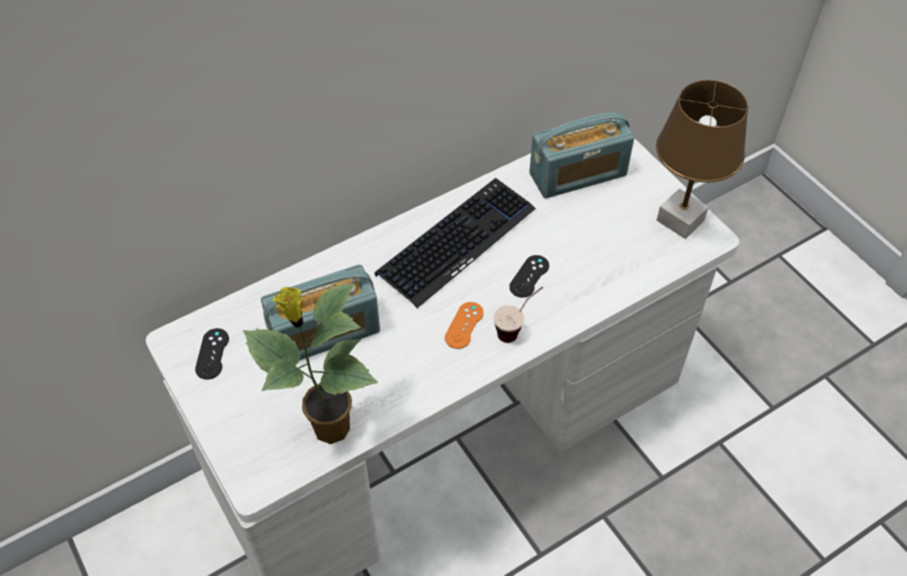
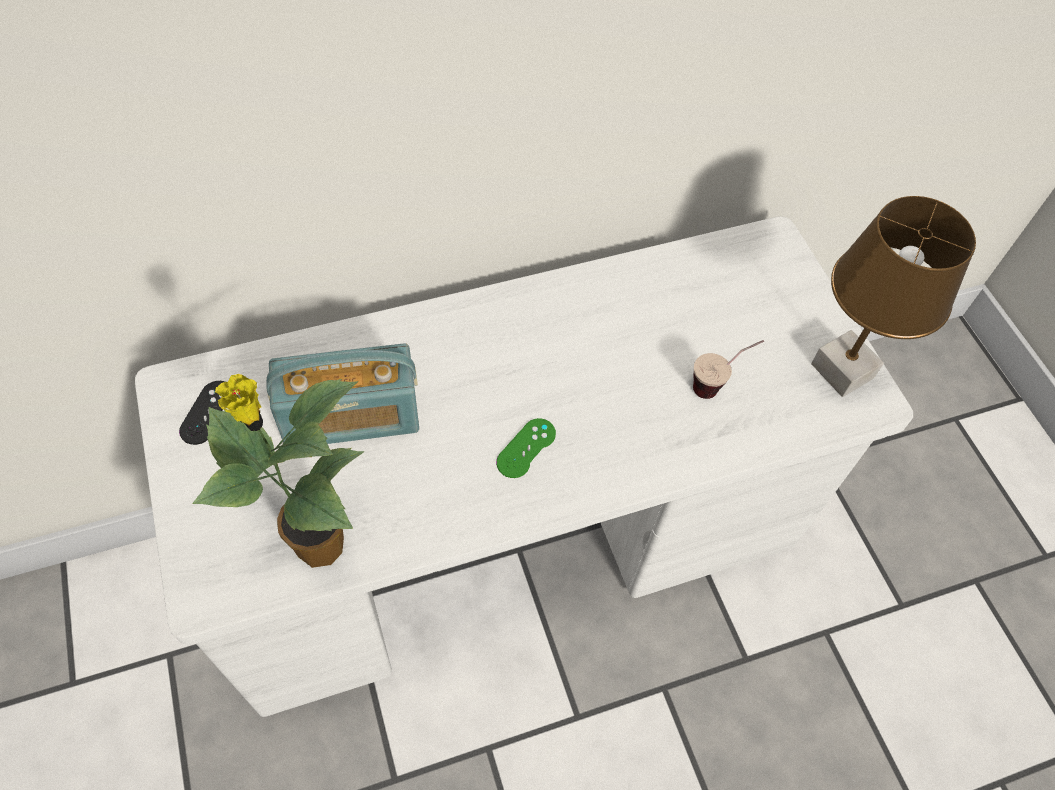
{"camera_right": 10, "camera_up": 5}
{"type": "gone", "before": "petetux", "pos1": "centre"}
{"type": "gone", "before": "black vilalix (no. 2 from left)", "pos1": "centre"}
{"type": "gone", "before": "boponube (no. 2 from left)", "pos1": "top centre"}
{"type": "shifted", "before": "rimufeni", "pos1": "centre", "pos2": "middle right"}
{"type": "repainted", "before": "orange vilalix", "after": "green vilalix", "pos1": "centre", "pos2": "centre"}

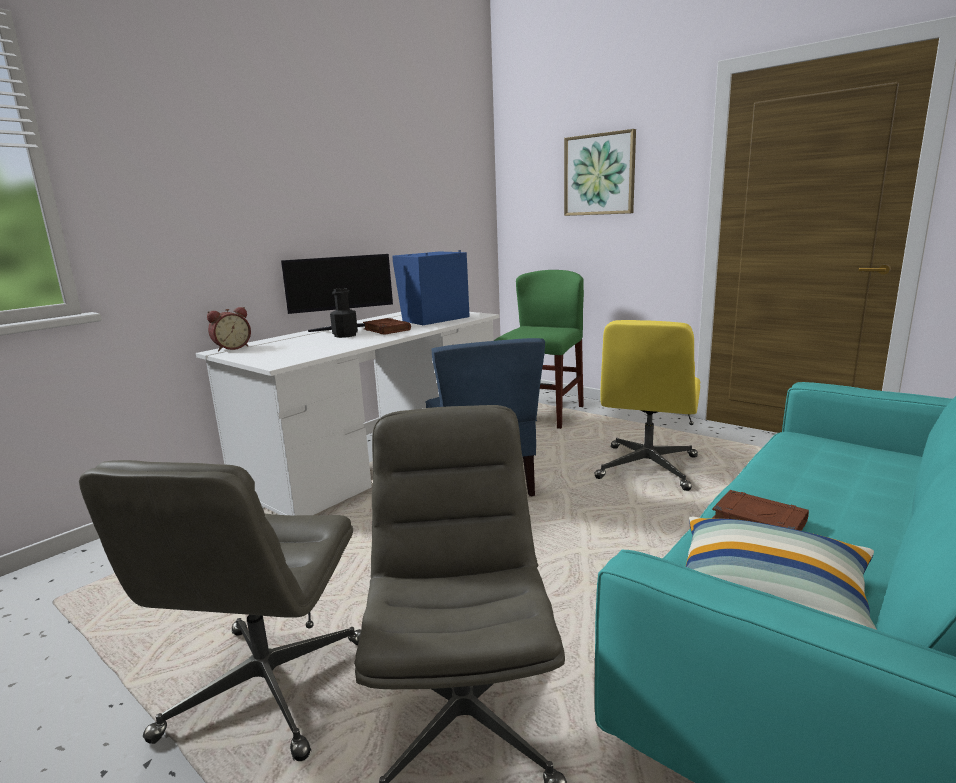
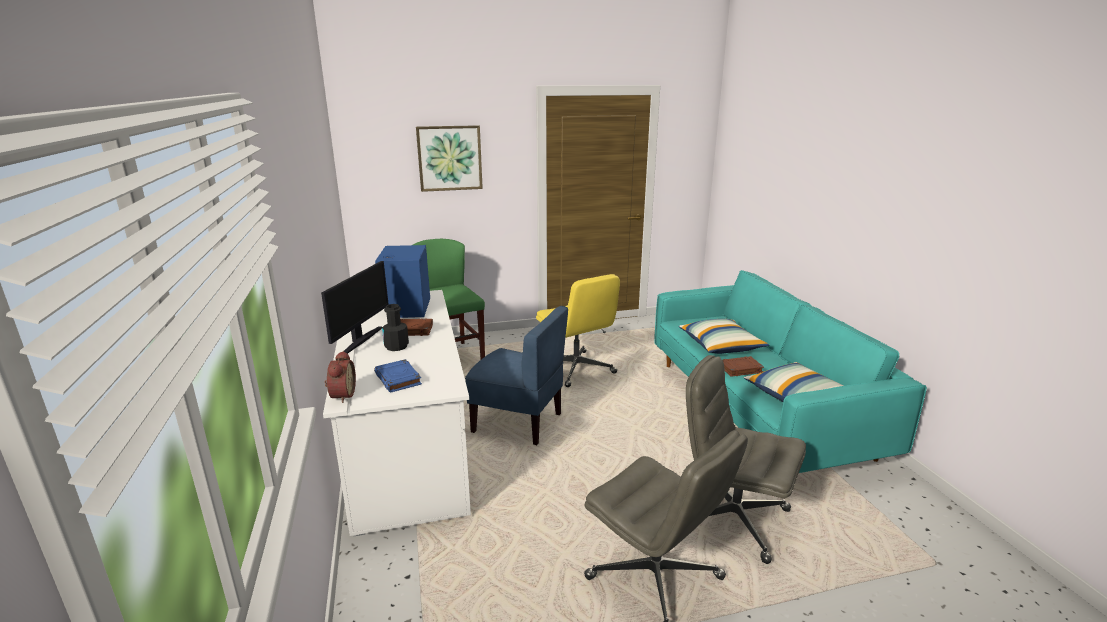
{"camera_right": -55, "camera_up": 5}
{"type": "new", "after": "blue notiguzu", "pos2": "centre"}
{"type": "new", "after": "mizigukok (no. 1 from left)", "pos2": "centre"}

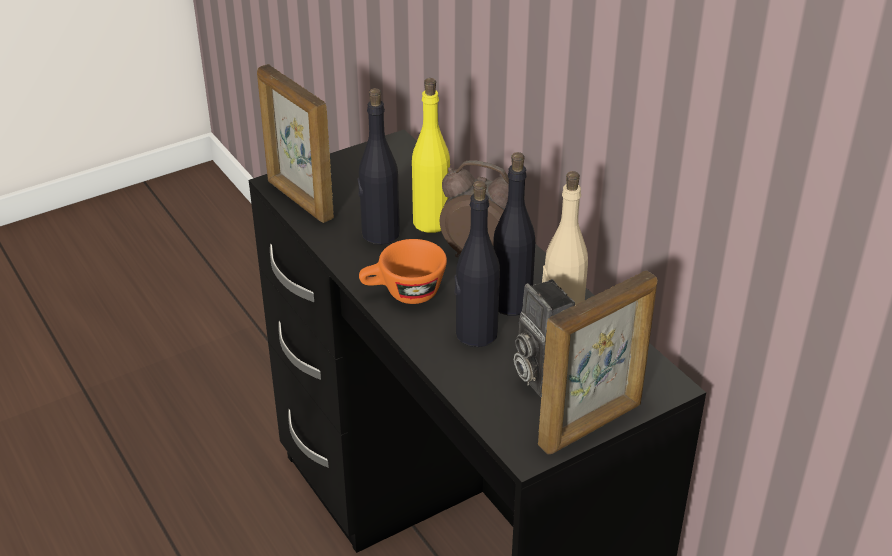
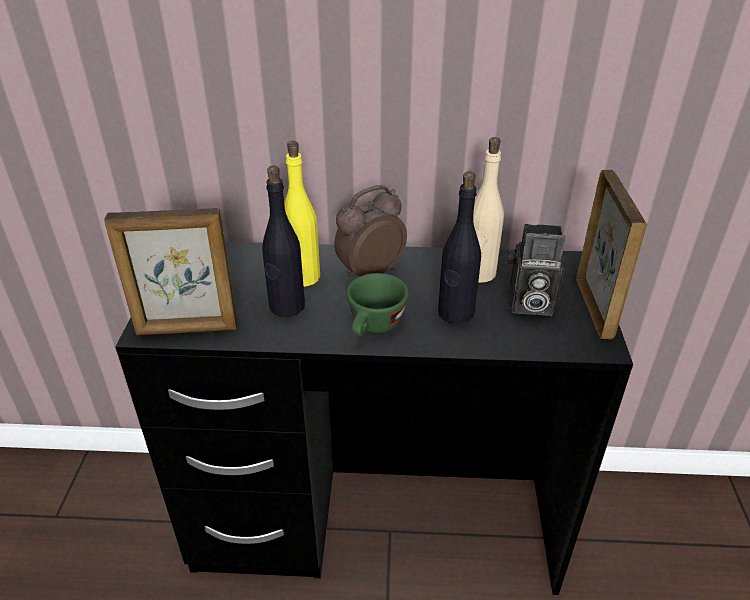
{"camera_right": -55, "camera_up": 0}
{"type": "gone", "before": "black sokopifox (no. 3 from left)", "pos1": "centre"}
{"type": "repainted", "before": "orange rimufeni", "after": "green rimufeni", "pos1": "centre", "pos2": "centre"}

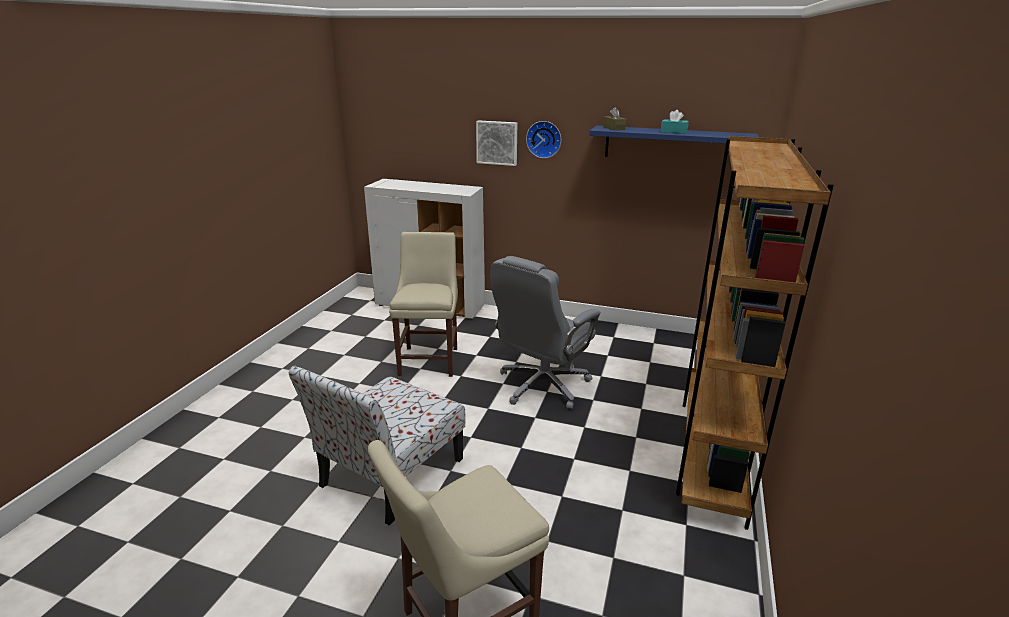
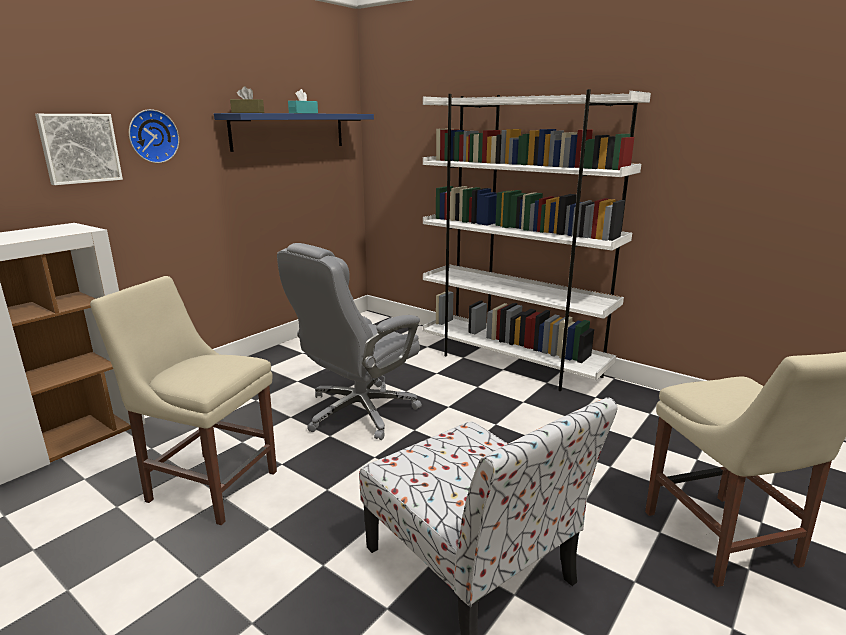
{"camera_right": -70, "camera_up": -5}
{"type": "repainted", "before": "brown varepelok", "after": "white varepelok", "pos1": "middle right", "pos2": "centre"}
{"type": "rotated", "before": "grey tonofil", "pos1": "centre", "pos2": "centre", "turn": 75}

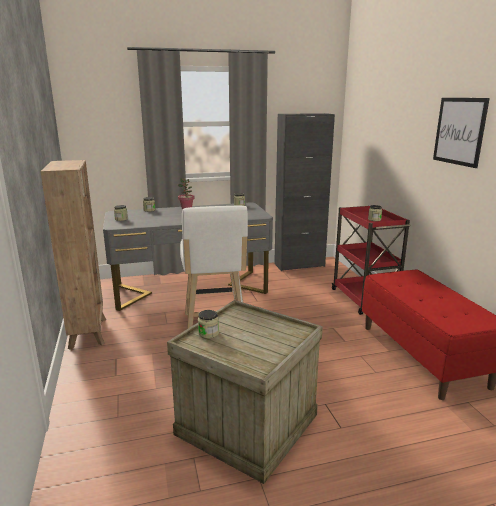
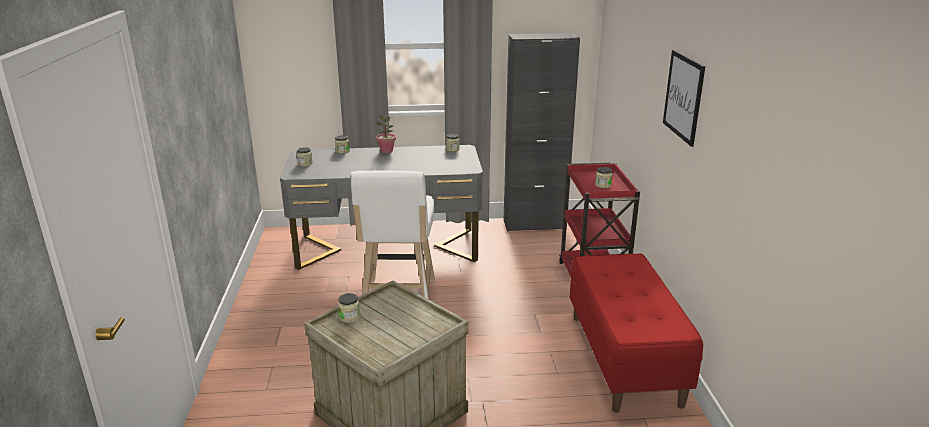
{"camera_right": 10, "camera_up": 5}
{"type": "gone", "before": "brown varepelok", "pos1": "middle left"}

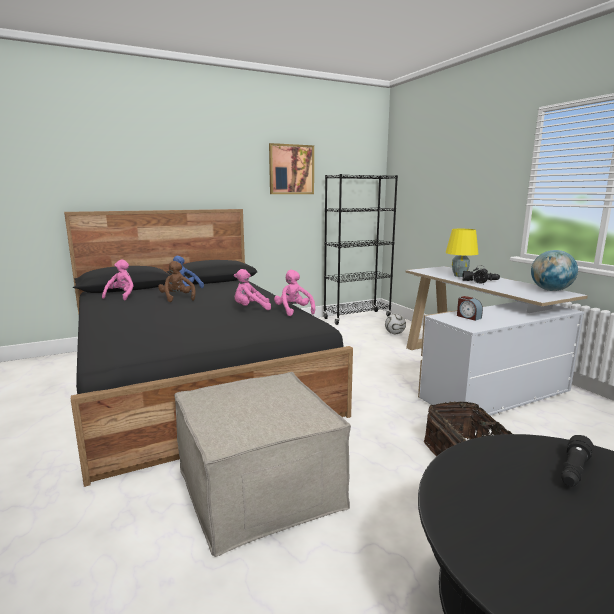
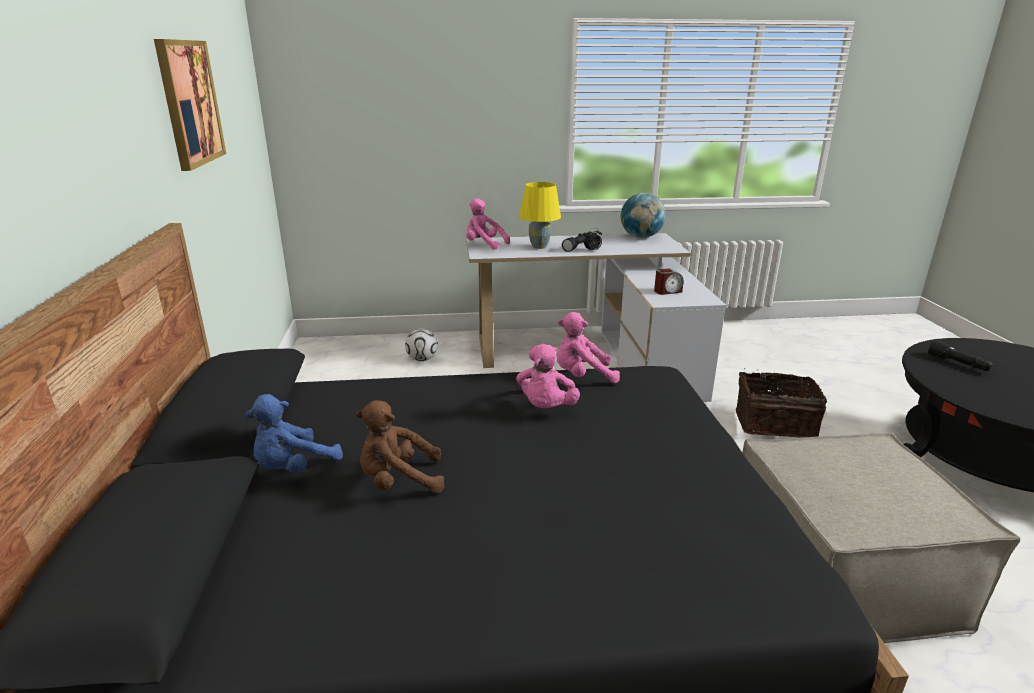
{"camera_right": -70, "camera_up": 10}
{"type": "gone", "before": "black varepelok", "pos1": "centre"}
{"type": "shifted", "before": "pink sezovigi (no. 1 from left)", "pos1": "middle left", "pos2": "top centre"}

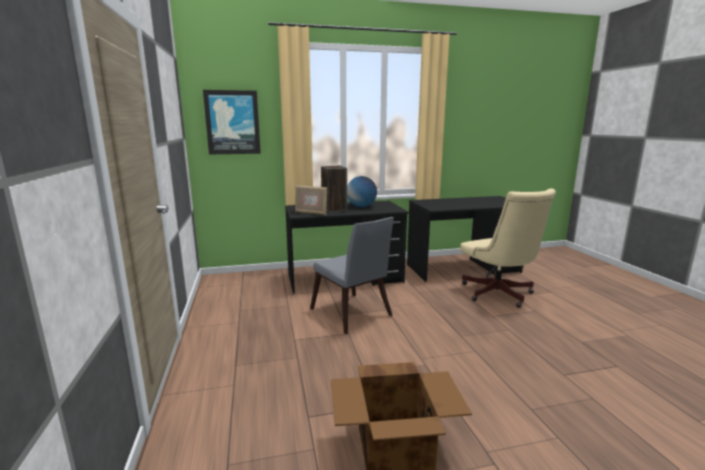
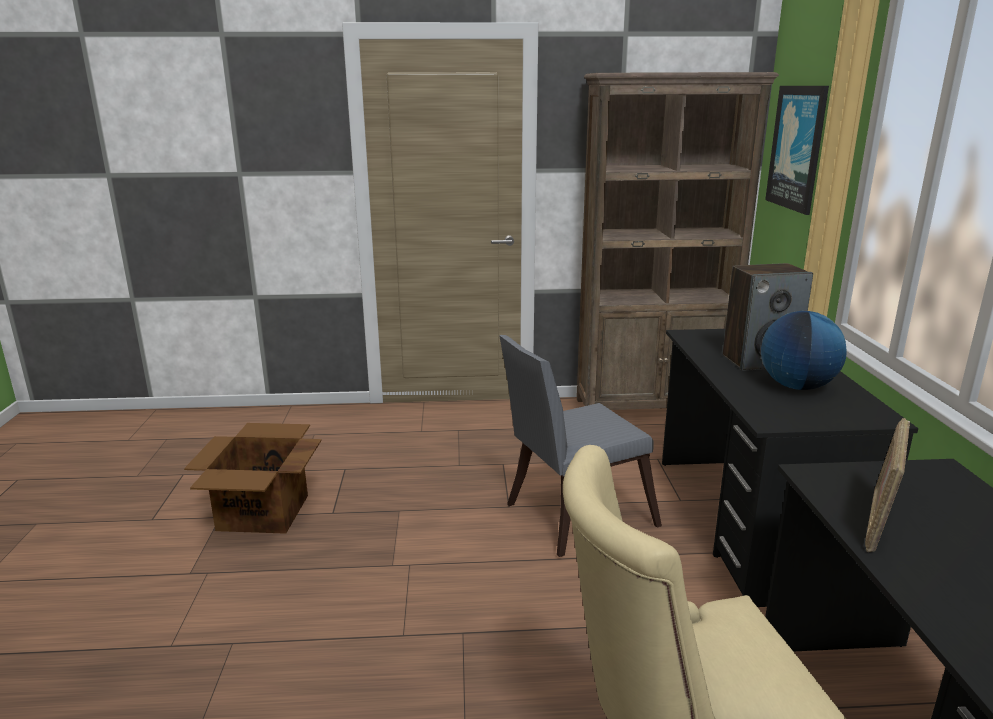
{"camera_right": 100, "camera_up": 5}
{"type": "new", "after": "brown varepelok", "pos2": "middle right"}
{"type": "shifted", "before": "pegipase", "pos1": "centre", "pos2": "bottom right"}

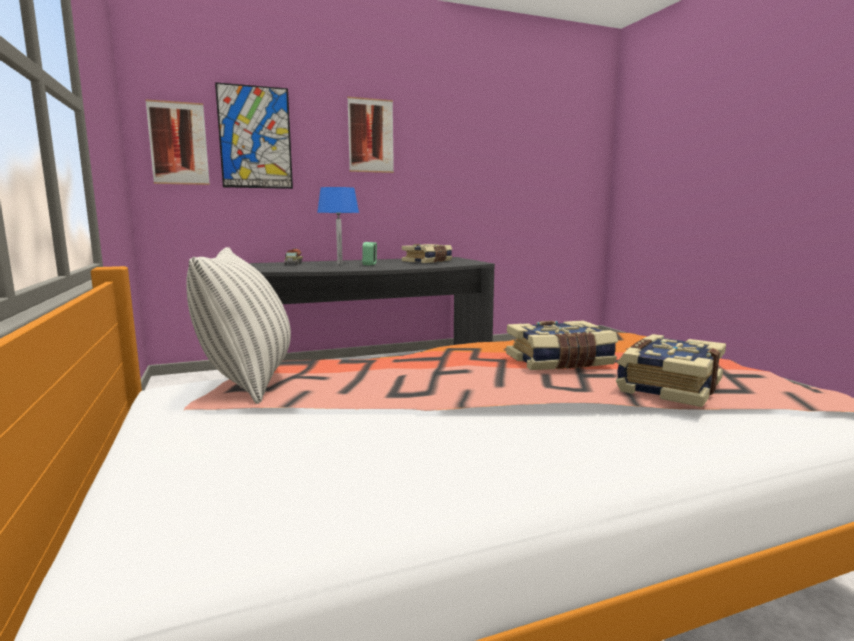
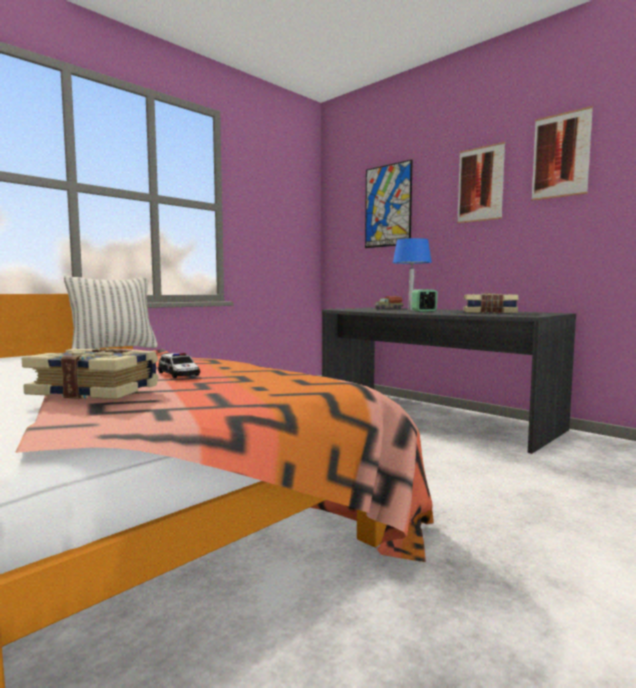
{"camera_right": 65, "camera_up": -5}
{"type": "shifted", "before": "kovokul (no. 1 from left in the first image)", "after": "kovokul (no. 3 from left)", "pos1": "top left", "pos2": "top right"}
{"type": "swapped", "before": "notiguzu (no. 2 from left)", "after": "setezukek", "pos1": "centre", "pos2": "middle left"}

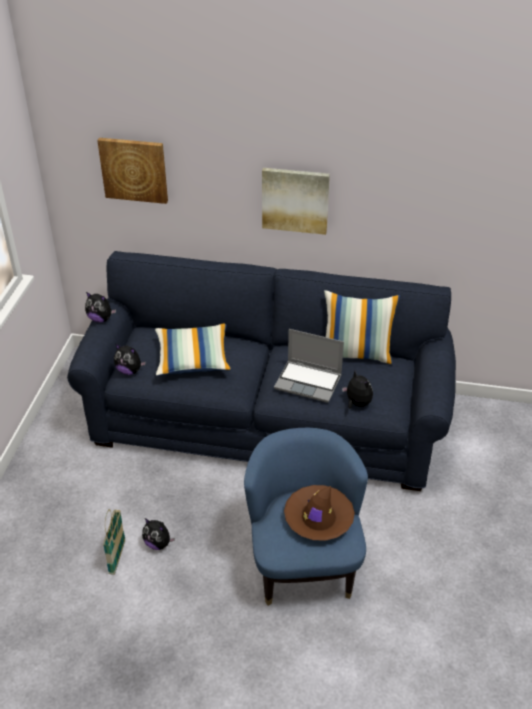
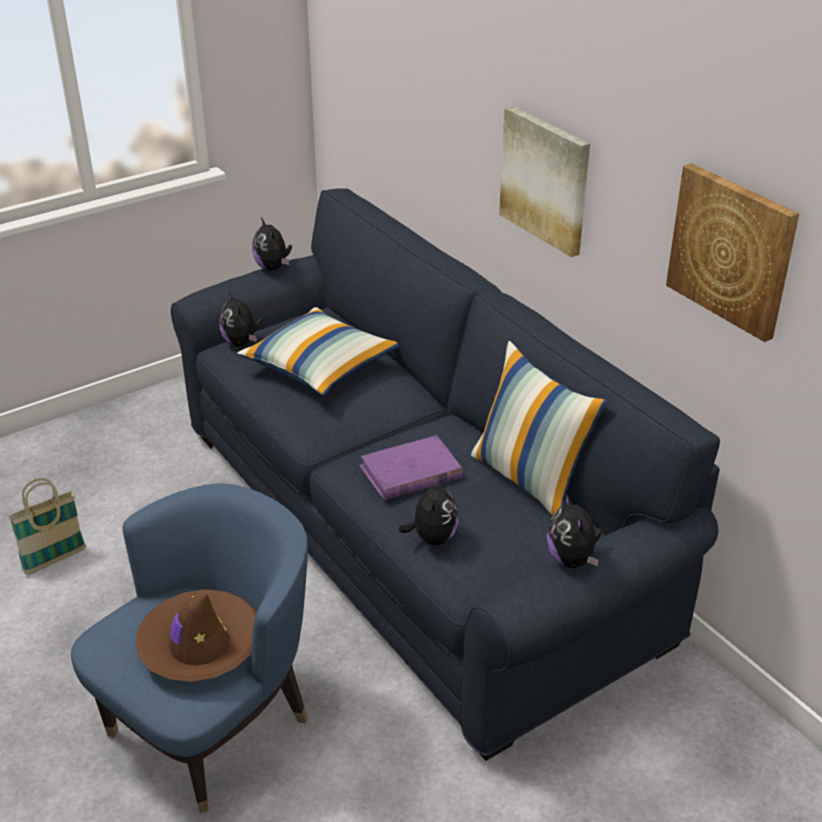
{"camera_right": 45, "camera_up": -5}
{"type": "shifted", "before": "kovokul (no. 1 from left in the first image)", "after": "kovokul (no. 2 from left)", "pos1": "top left", "pos2": "top right"}
{"type": "shifted", "before": "sezovigi (no. 3 from left in the first image)", "after": "sezovigi (no. 4 from left)", "pos1": "bottom left", "pos2": "middle right"}
{"type": "swapped", "before": "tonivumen", "after": "purple notiguzu", "pos1": "centre", "pos2": "centre"}

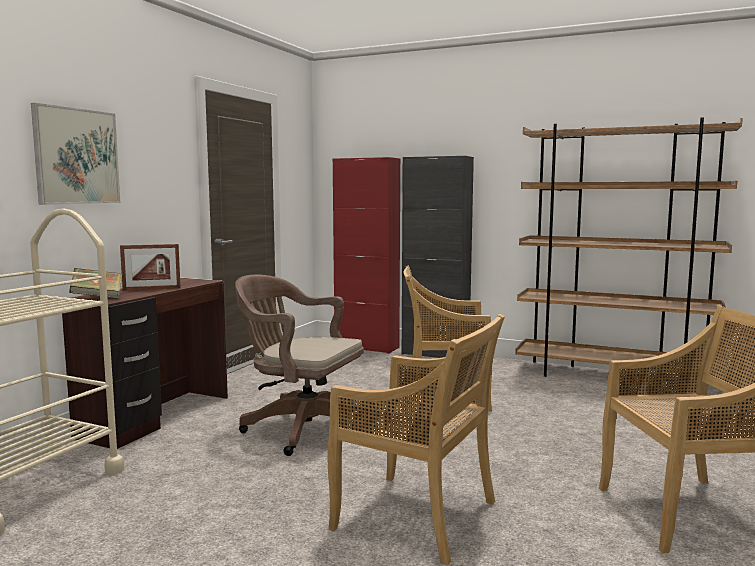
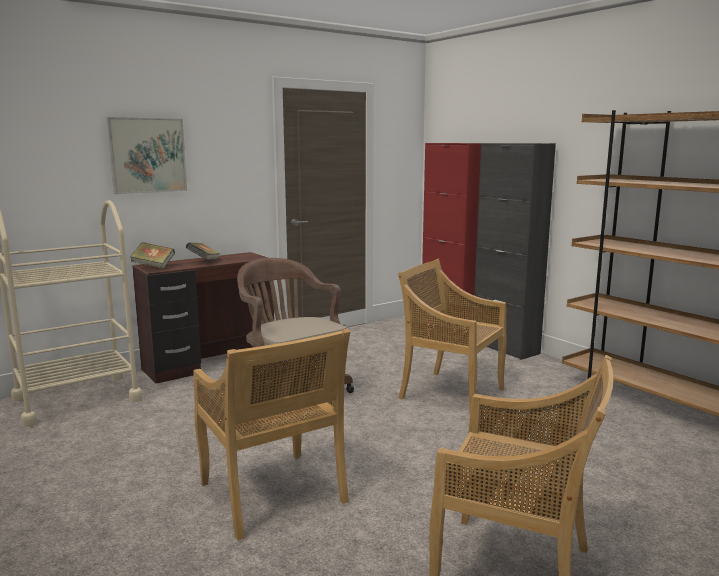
{"camera_right": 30, "camera_up": 5}
{"type": "swapped", "before": "pegipase", "after": "notiguzu (no. 2 from left)", "pos1": "middle left", "pos2": "middle left"}

